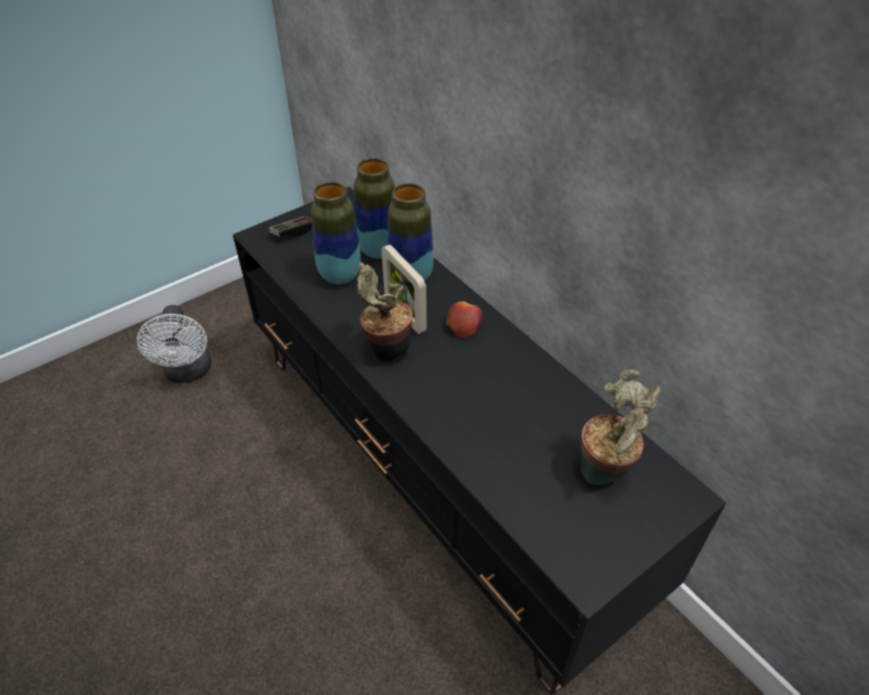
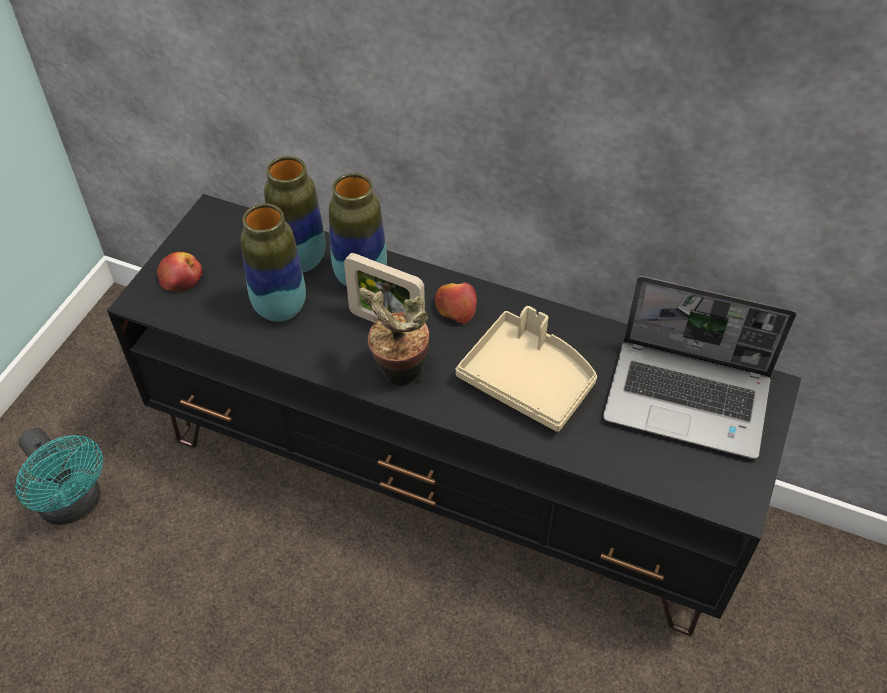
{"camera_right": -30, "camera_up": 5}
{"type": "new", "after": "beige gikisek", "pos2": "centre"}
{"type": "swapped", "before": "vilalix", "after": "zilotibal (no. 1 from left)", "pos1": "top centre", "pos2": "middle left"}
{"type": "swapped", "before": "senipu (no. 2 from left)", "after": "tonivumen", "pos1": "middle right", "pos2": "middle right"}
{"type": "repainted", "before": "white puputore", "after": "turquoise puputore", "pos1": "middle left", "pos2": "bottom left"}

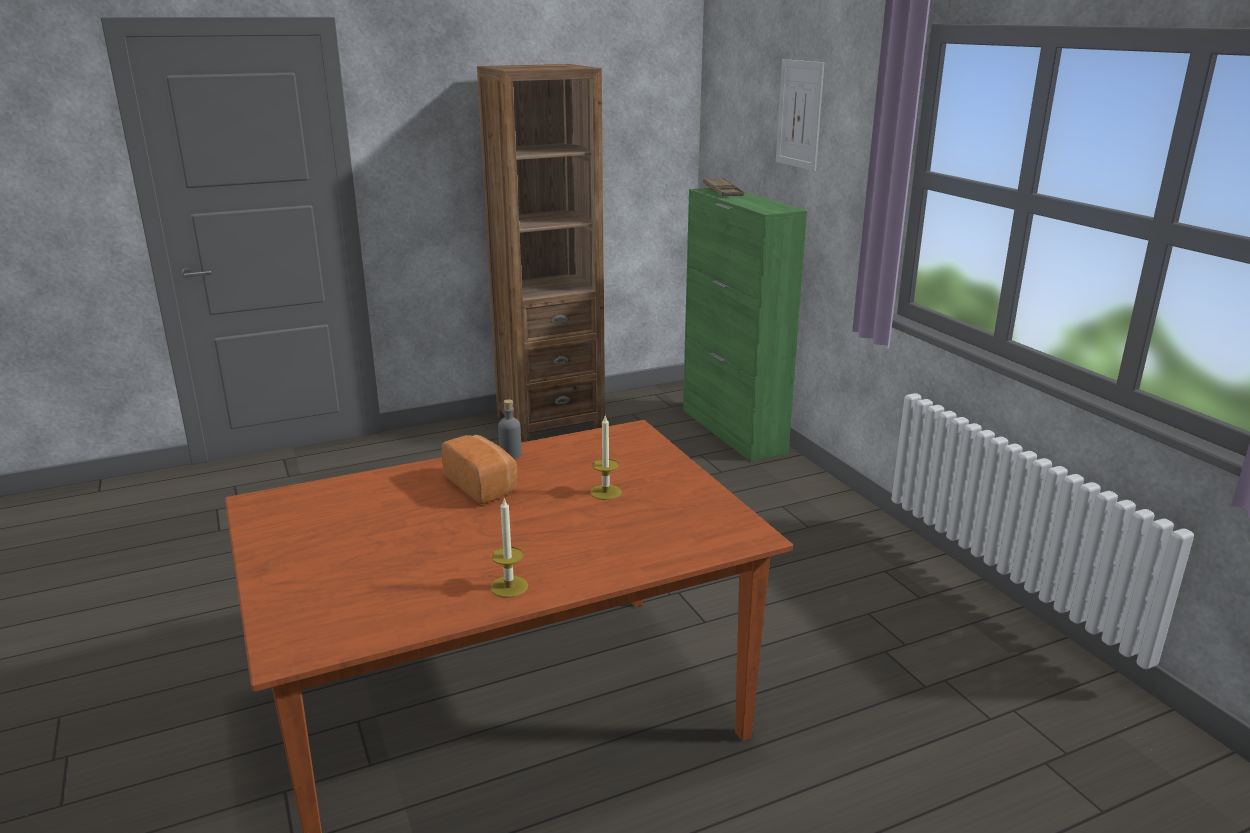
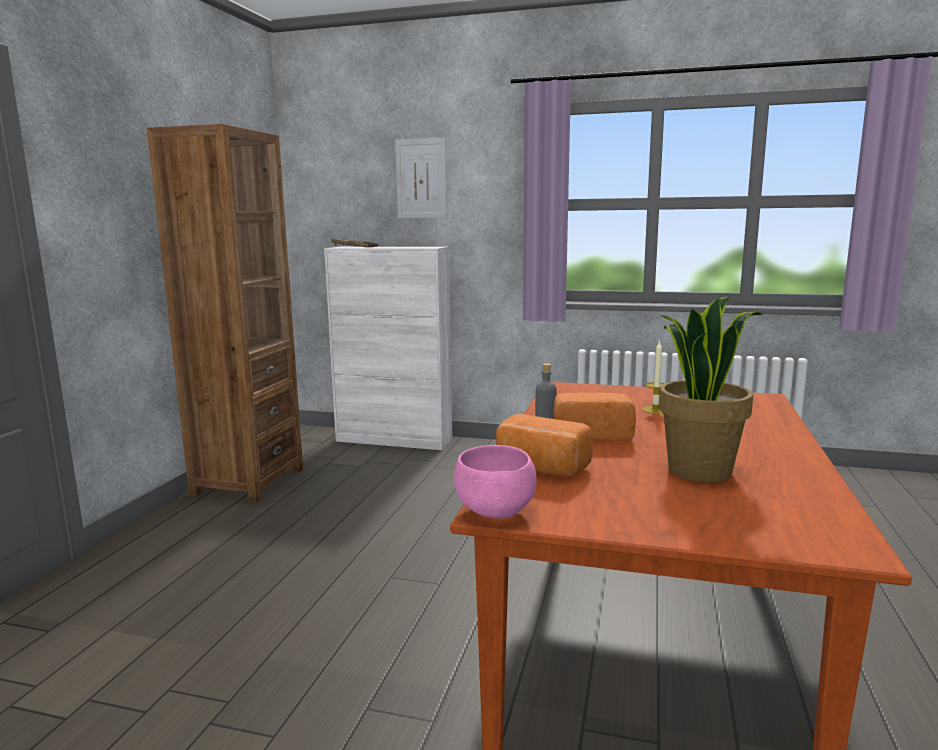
{"camera_right": -50, "camera_up": -10}
{"type": "gone", "before": "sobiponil (no. 1 from left)", "pos1": "centre"}
{"type": "new", "after": "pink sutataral", "pos2": "centre"}
{"type": "new", "after": "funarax (no. 1 from left)", "pos2": "centre"}
{"type": "new", "after": "senipu", "pos2": "middle right"}
{"type": "repainted", "before": "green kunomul", "after": "white kunomul", "pos1": "centre", "pos2": "centre"}

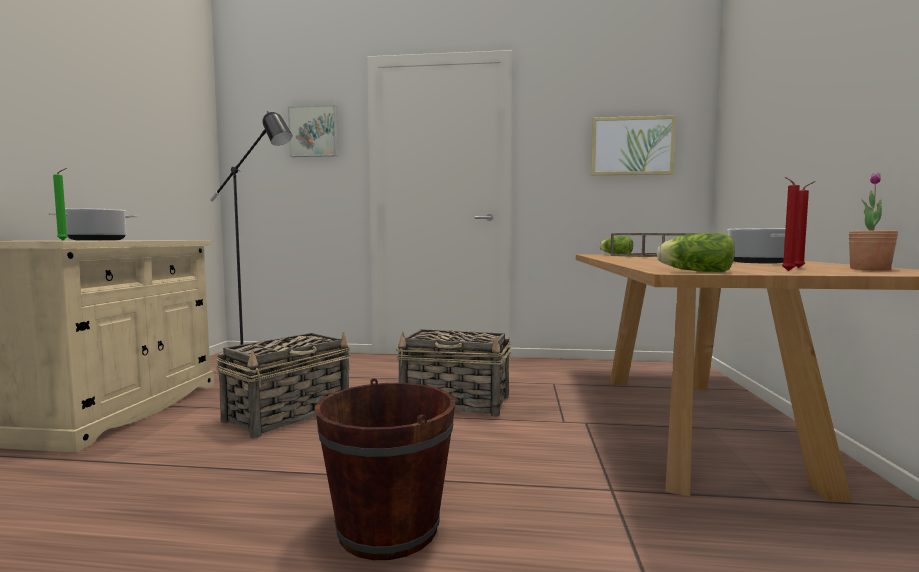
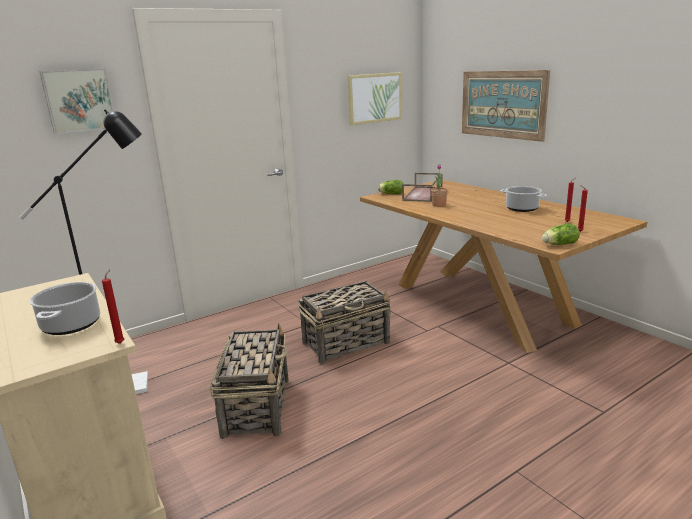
{"camera_right": -40, "camera_up": 15}
{"type": "gone", "before": "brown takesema", "pos1": "bottom centre"}
{"type": "new", "after": "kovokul (no. 3 from left)", "pos2": "top right"}
{"type": "shifted", "before": "senipu", "pos1": "middle right", "pos2": "centre"}
{"type": "repainted", "before": "green sobiponil", "after": "red sobiponil (no. 1 from left)", "pos1": "middle left", "pos2": "middle left"}

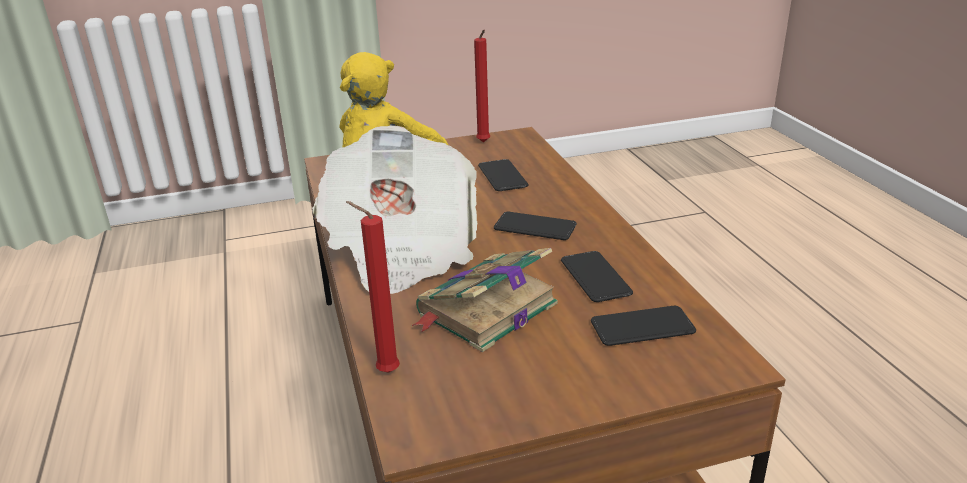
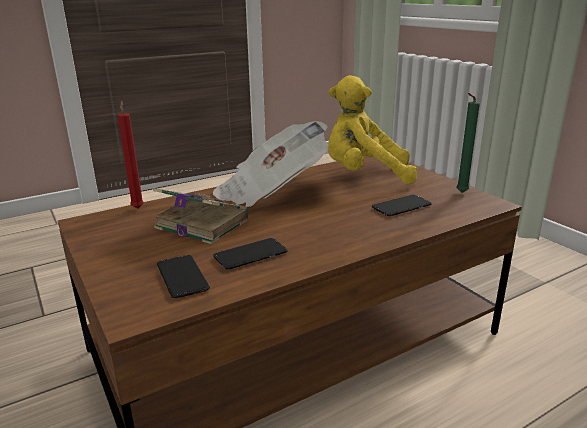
{"camera_right": 75, "camera_up": -5}
{"type": "gone", "before": "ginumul (no. 2 from left)", "pos1": "centre"}
{"type": "repainted", "before": "red sobiponil (no. 2 from left)", "after": "green sobiponil", "pos1": "top centre", "pos2": "middle right"}

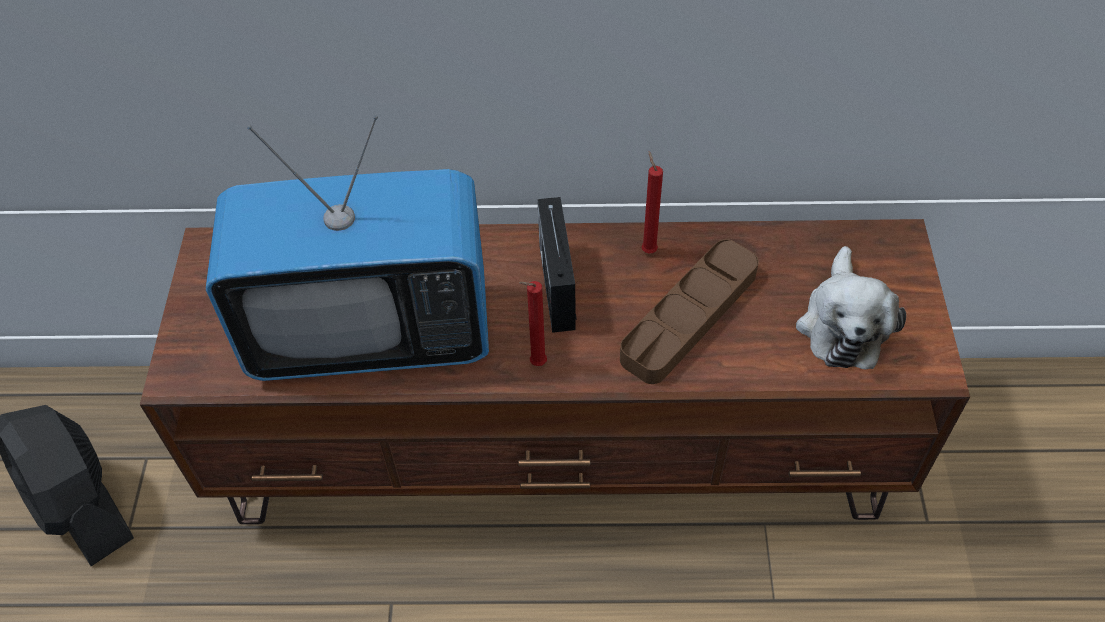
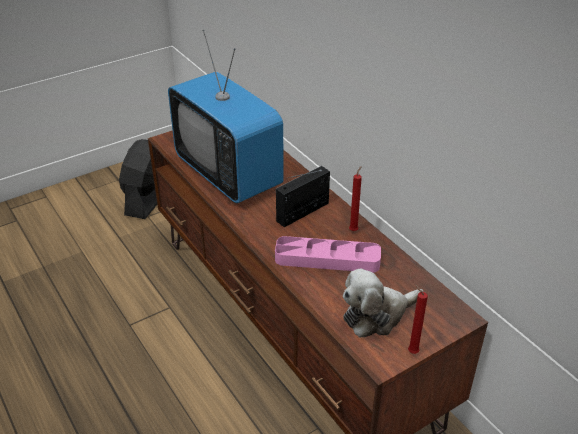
{"camera_right": 55, "camera_up": -15}
{"type": "shifted", "before": "red sobiponil (no. 1 from left in the first image)", "after": "red sobiponil (no. 2 from left)", "pos1": "centre", "pos2": "bottom right"}
{"type": "repainted", "before": "brown gikisek", "after": "pink gikisek", "pos1": "centre", "pos2": "centre"}

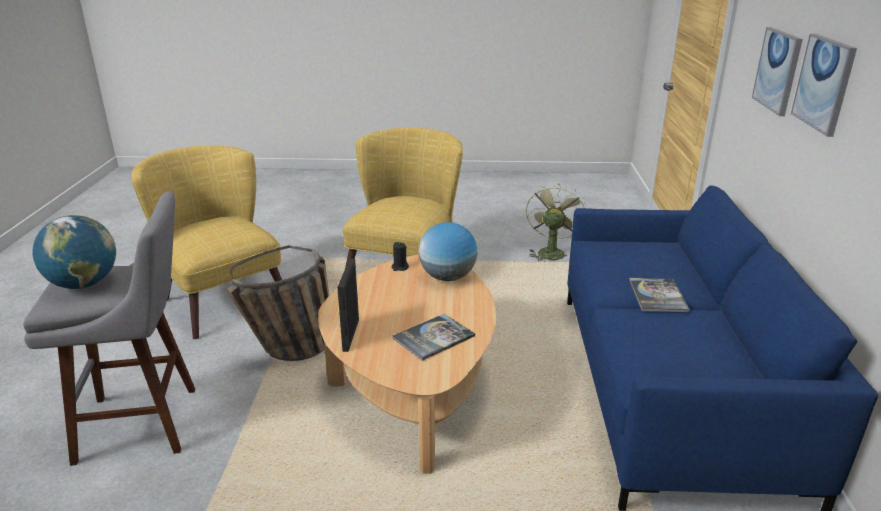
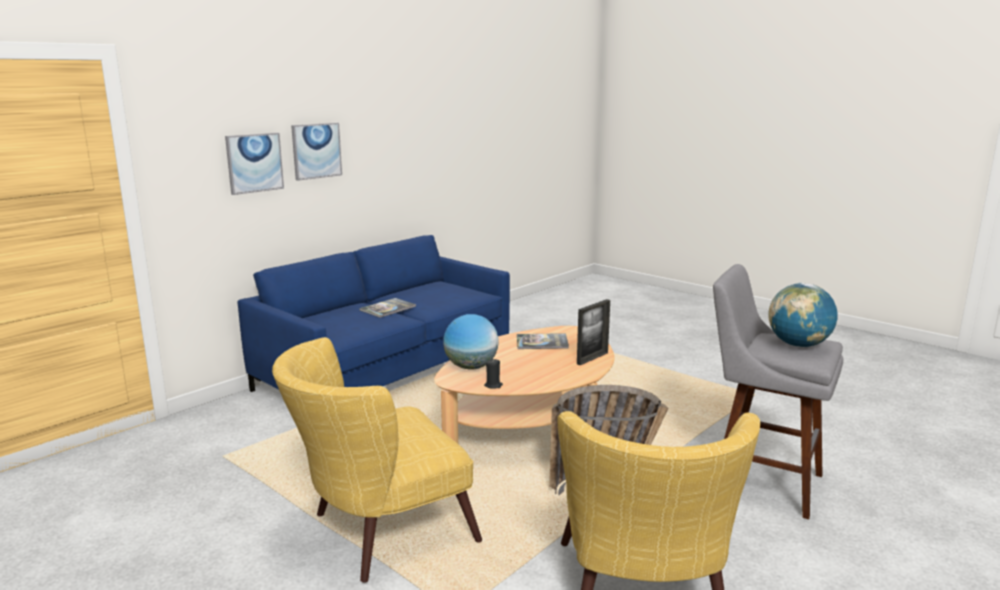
{"camera_right": -140, "camera_up": -10}
{"type": "gone", "before": "green puputore", "pos1": "centre"}

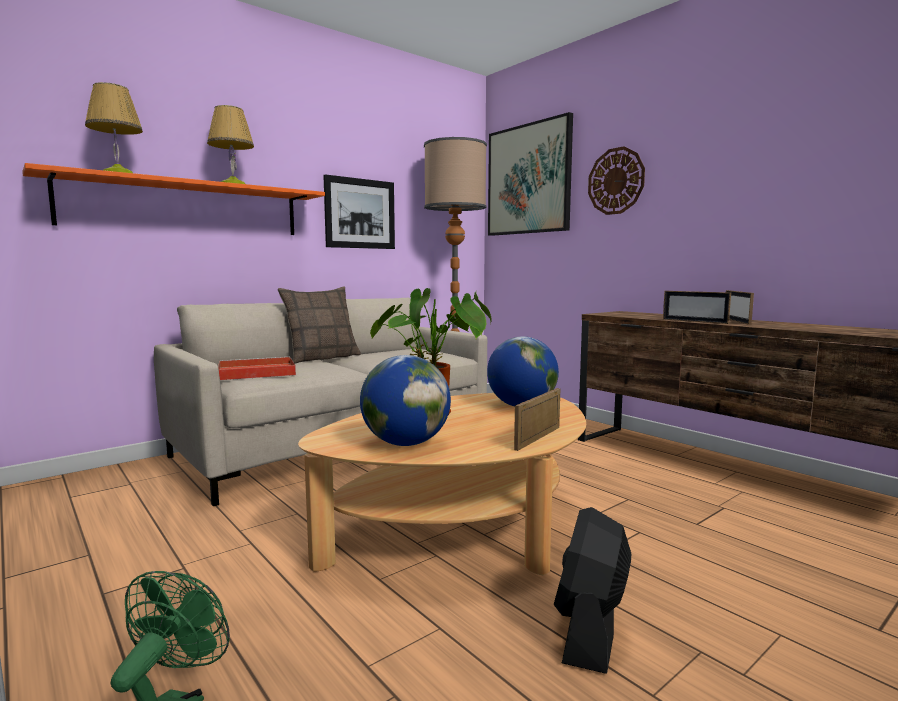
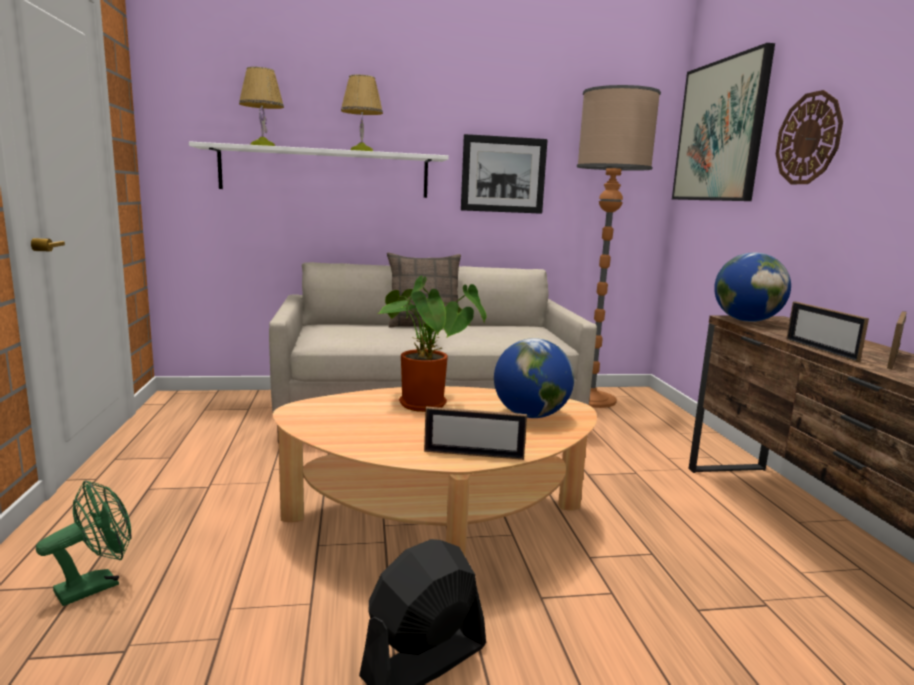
{"camera_right": 30, "camera_up": 5}
{"type": "gone", "before": "red gikisek", "pos1": "middle left"}
{"type": "shifted", "before": "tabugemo (no. 1 from left in the first image)", "after": "tabugemo (no. 2 from left)", "pos1": "centre", "pos2": "middle right"}
{"type": "repainted", "before": "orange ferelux", "after": "white ferelux", "pos1": "top left", "pos2": "top centre"}
{"type": "rotated", "before": "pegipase (no. 1 from left)", "pos1": "centre", "pos2": "centre", "turn": -150}

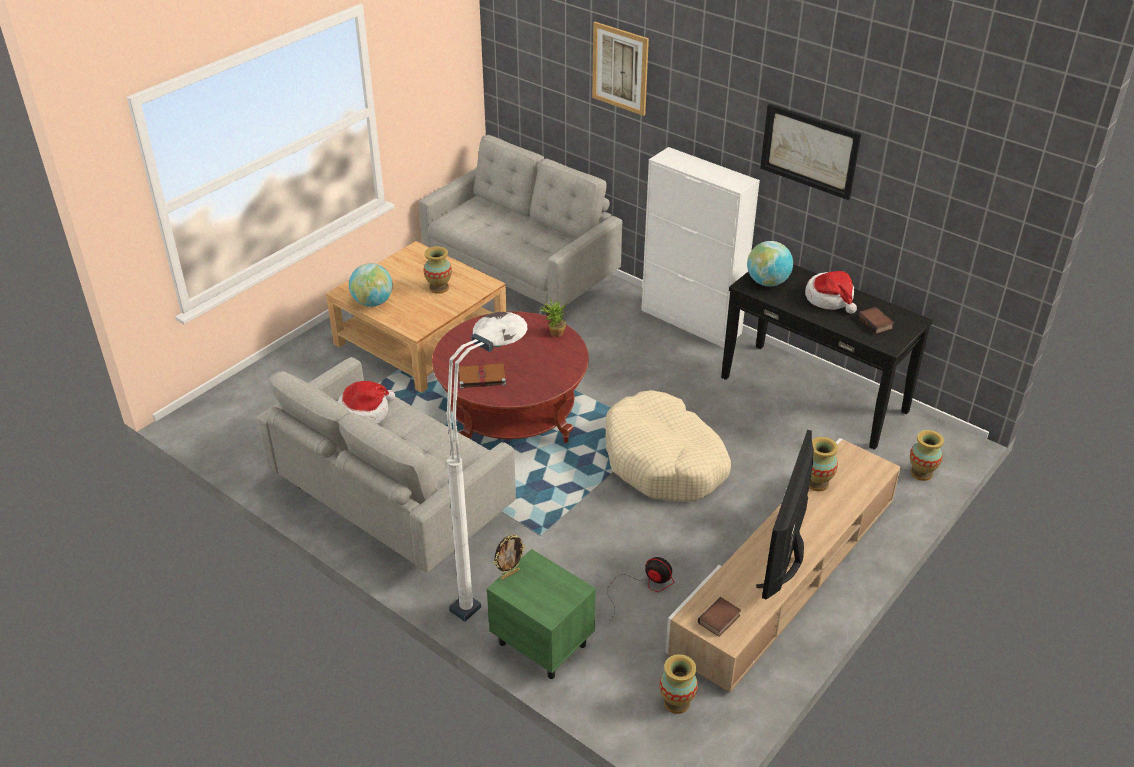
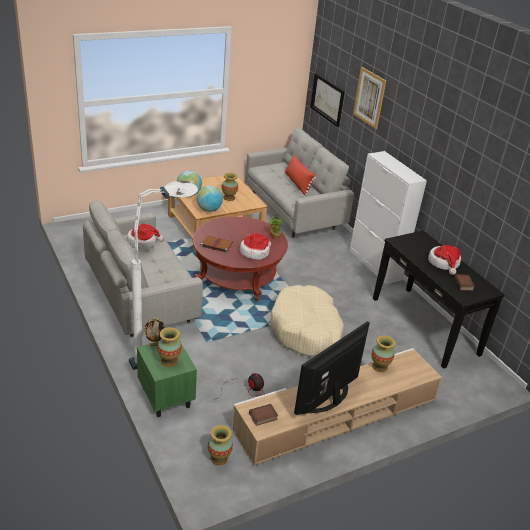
{"camera_right": 20, "camera_up": -5}
{"type": "new", "after": "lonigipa (no. 2 from left)", "pos2": "centre"}
{"type": "new", "after": "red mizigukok", "pos2": "top centre"}
{"type": "shifted", "before": "tabugemo (no. 2 from left)", "pos1": "middle right", "pos2": "centre"}
{"type": "shifted", "before": "kovokul (no. 2 from left in the first image)", "after": "kovokul (no. 1 from left)", "pos1": "top right", "pos2": "top centre"}
{"type": "shifted", "before": "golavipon (no. 4 from left in the first image)", "after": "golavipon (no. 1 from left)", "pos1": "middle right", "pos2": "middle left"}

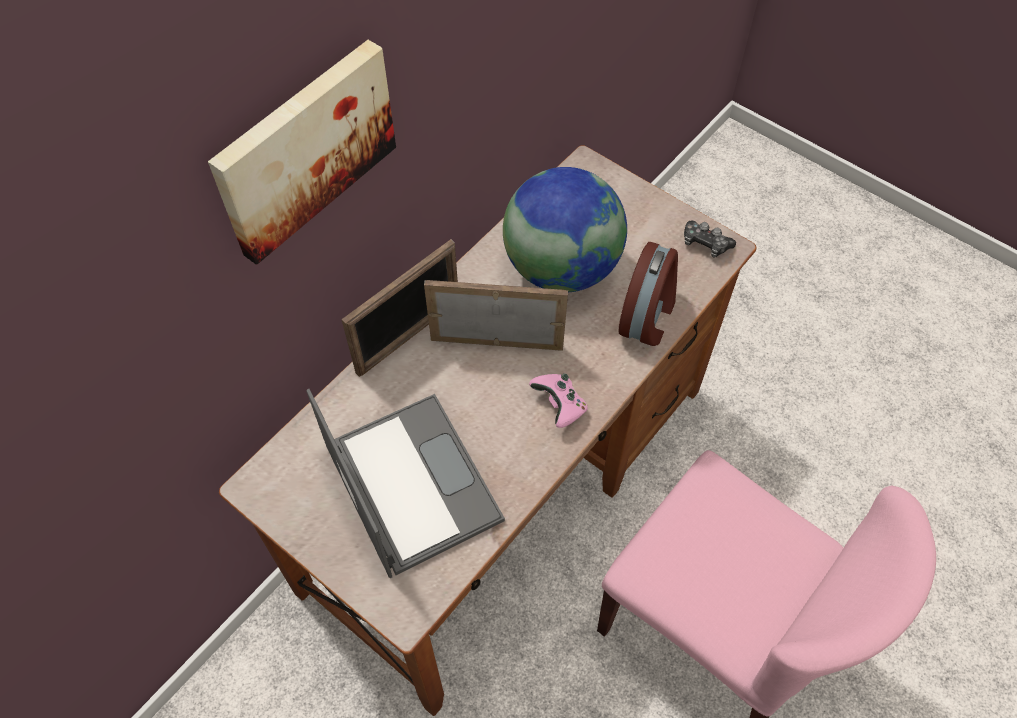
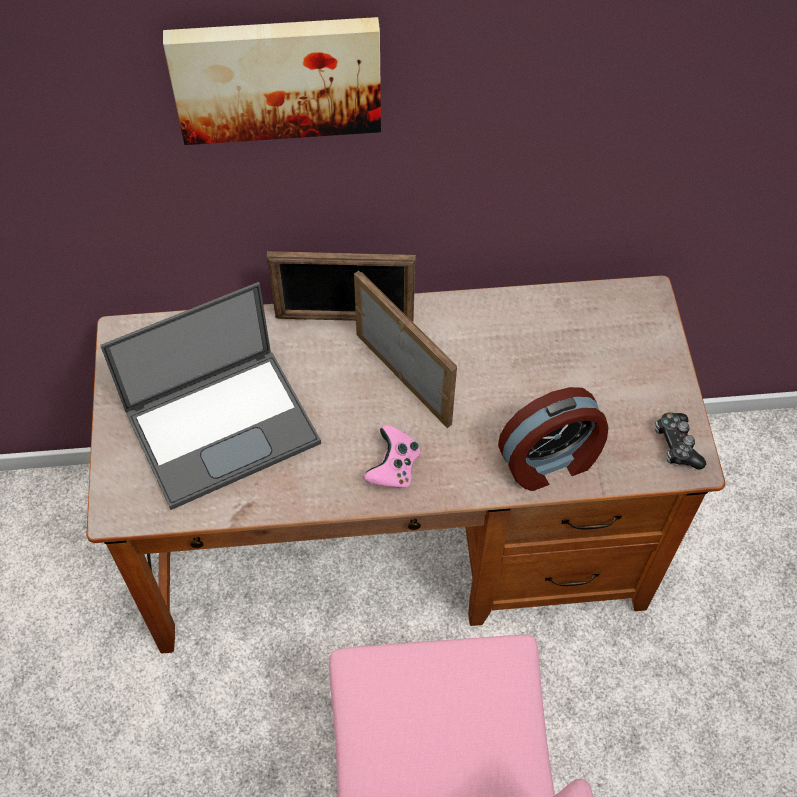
{"camera_right": 45, "camera_up": 0}
{"type": "gone", "before": "tabugemo", "pos1": "top centre"}
{"type": "rotated", "before": "tonivumen", "pos1": "bottom centre", "pos2": "middle left", "turn": 45}

